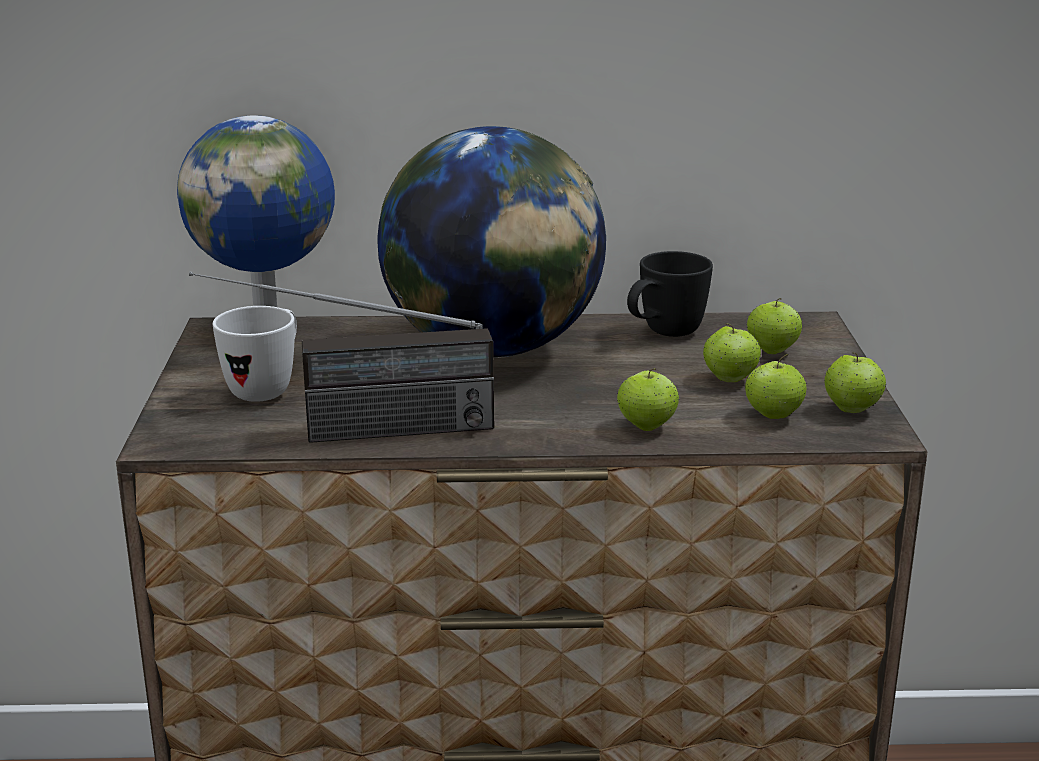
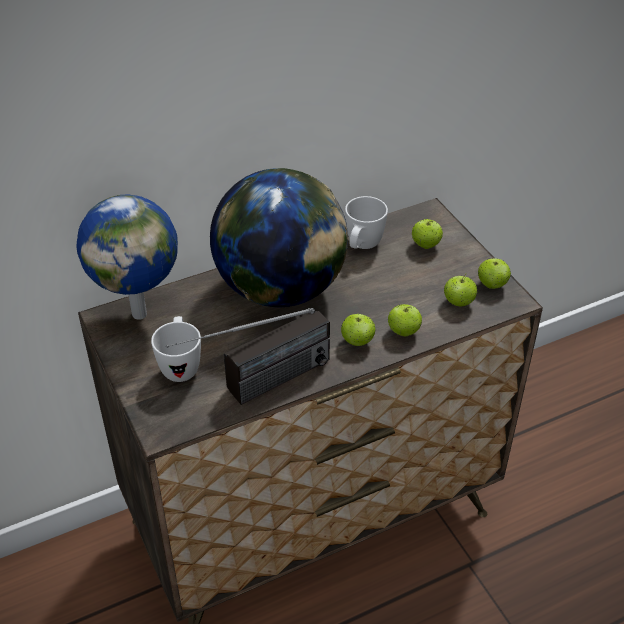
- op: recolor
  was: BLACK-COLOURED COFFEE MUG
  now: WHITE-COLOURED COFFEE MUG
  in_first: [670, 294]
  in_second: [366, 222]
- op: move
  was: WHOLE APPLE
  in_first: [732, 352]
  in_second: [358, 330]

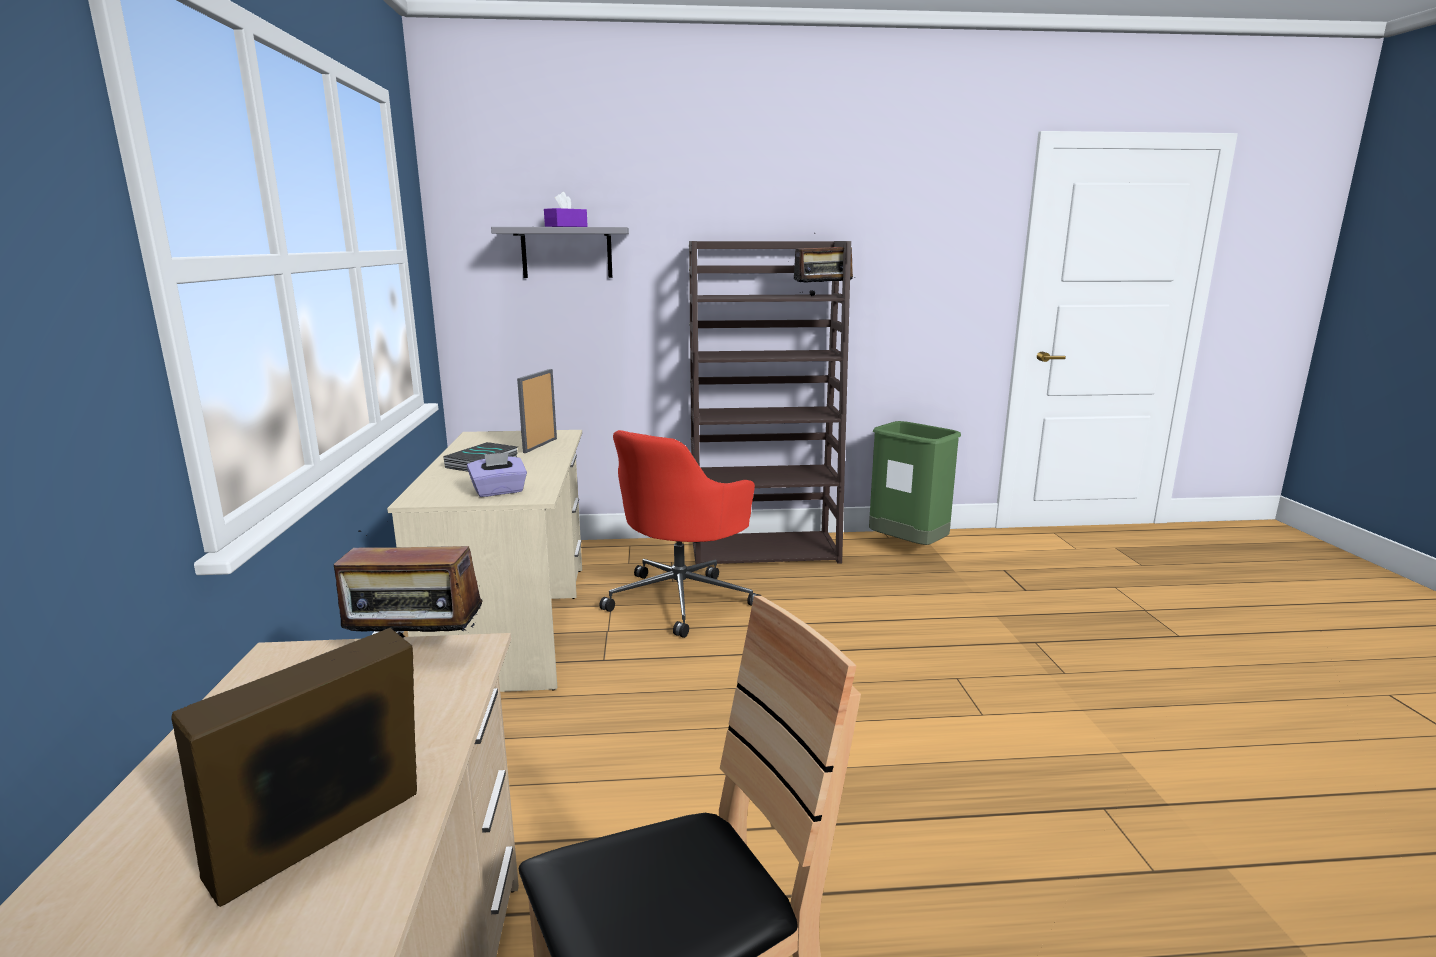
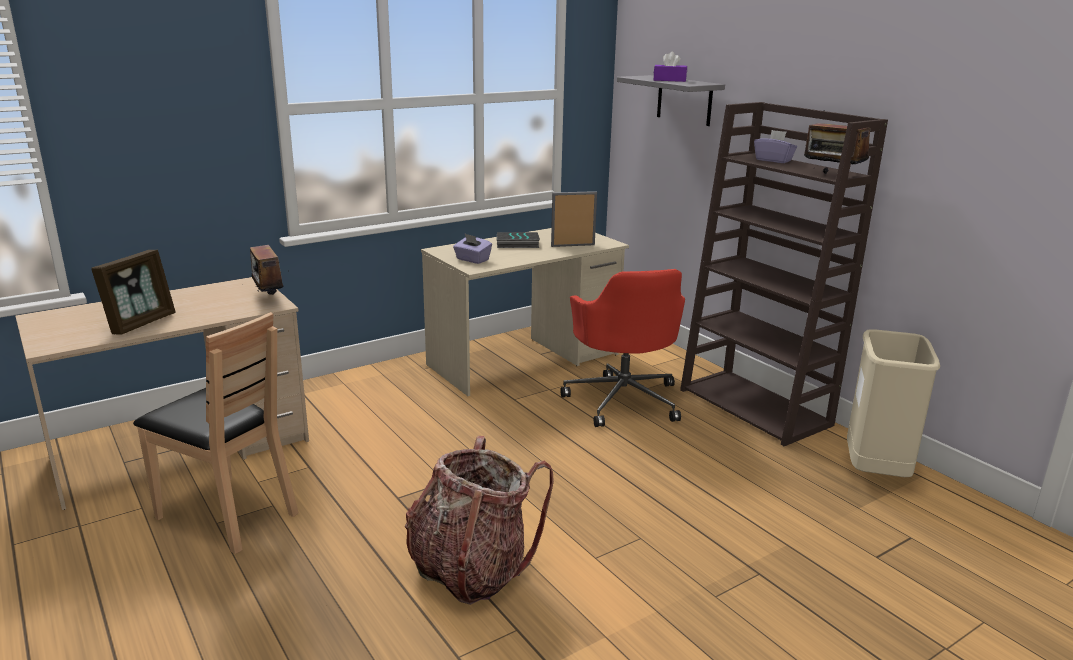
- op: rotate
  was: PHOTO FRAME
  in_first: [294, 767]
  in_second: [133, 292]
  clockwise: 105
- op: rotate
  was: RED COMPUTER CHAIR
  in_first: [680, 534]
  in_second: [622, 348]
  clockwise: -105
- op: recolor
  was: GREEN-COLOURED WASTE BIN
  now: BEIGE WASTE BIN
  in_first: [915, 483]
  in_second: [893, 403]
- op: insert
  now: BACKPACK
  in_second: [479, 520]
- op: insert
  now: PURPLE TISSUE HOLDER
  in_second: [775, 146]

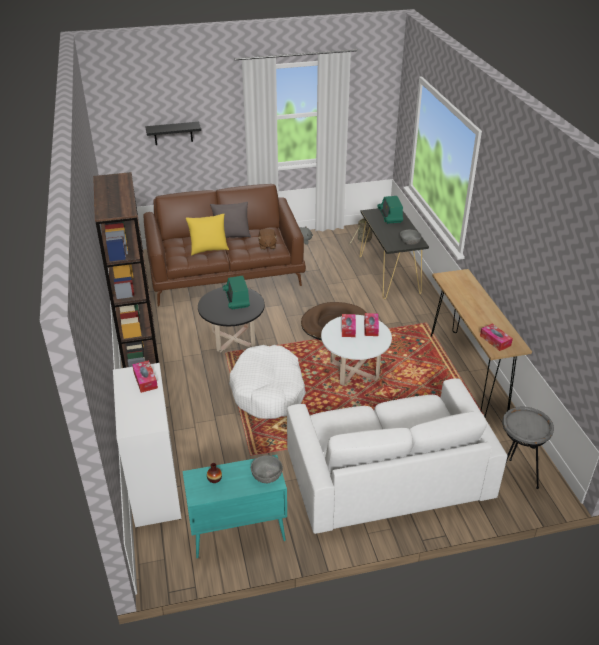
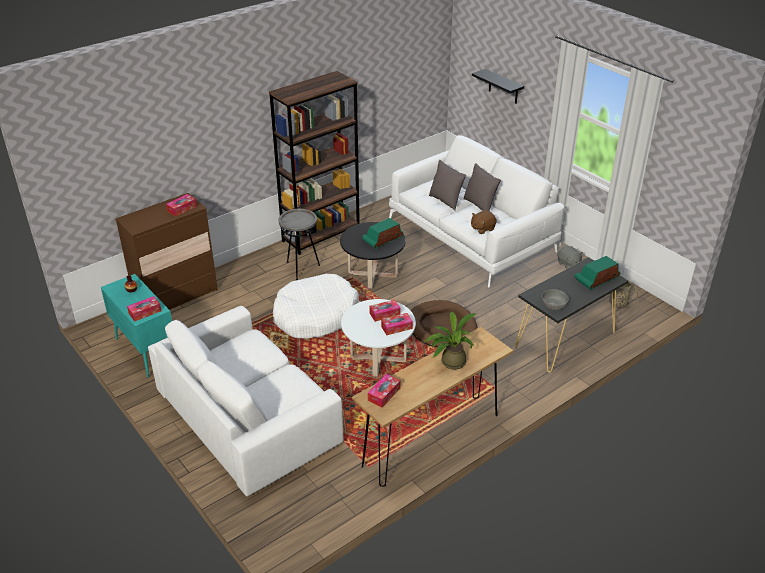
- op: recolor
  was: WHITE-COLOURED CHEST OF DRAWERS
  now: BROWNISH CHEST OF DRAWERS
  in_first: [147, 445]
  in_second: [166, 251]
- op: recolor
  was: BROWNISH SOFA
  now: WHITE-COLOURED SOFA
  in_first: [225, 245]
  in_second: [476, 211]
- op: recolor
  was: YELLOW-COLOURED PILLOW
  now: GRAY PILLOW
  in_first: [207, 234]
  in_second: [447, 185]
- op: replace
  was: GRAY DEEP DISH
  now: TISSUE HOLDER
  in_first: [267, 469]
  in_second: [144, 308]
- op: move
  was: GRAY ACCENT TABLE
  in_first: [528, 448]
  in_second: [299, 244]
- op: insert
  now: HOUSEPLANT
  in_second: [451, 341]

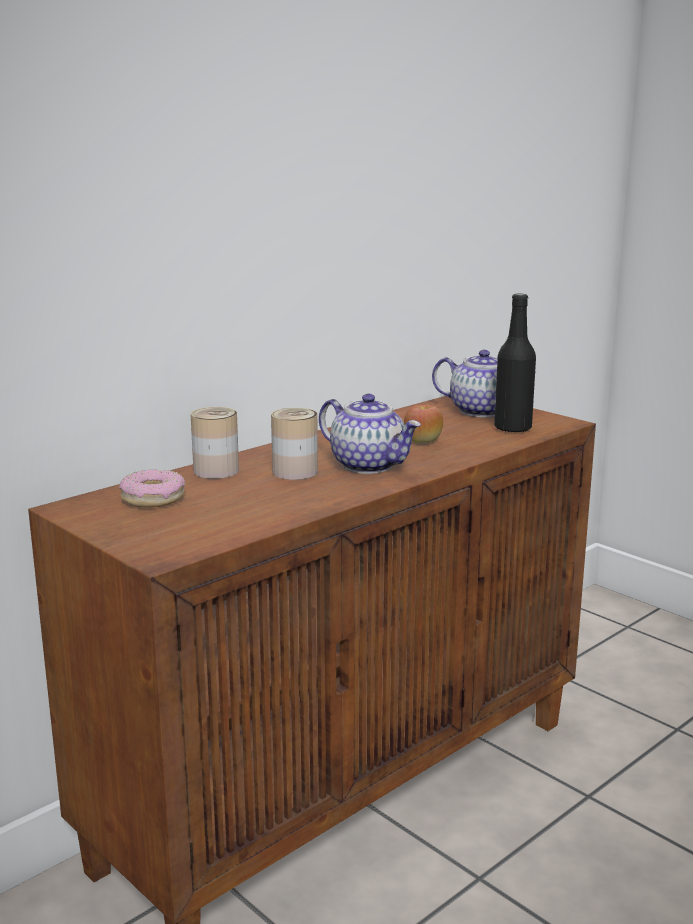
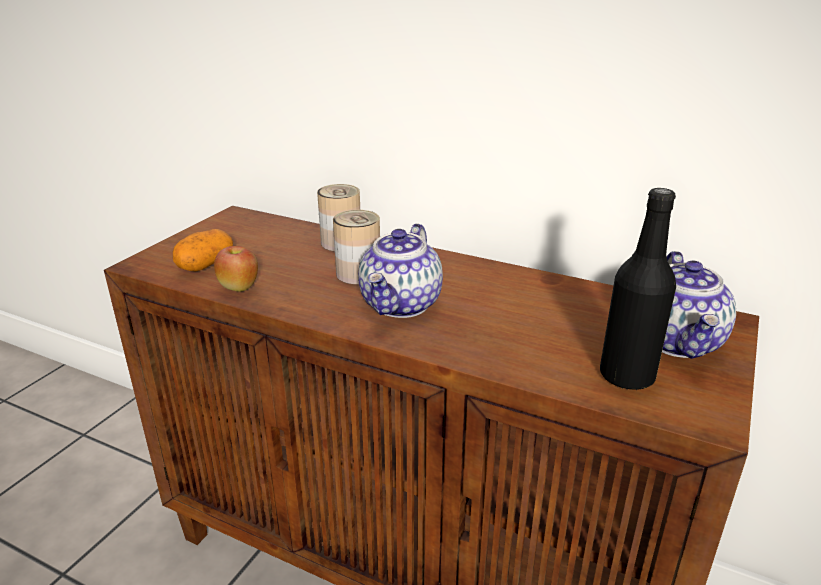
- op: delete
  was: DOUGHNUT
  in_first: [152, 488]
- op: move
  was: WHOLE APPLE
  in_first: [423, 424]
  in_second: [236, 269]
- op: insert
  now: POTATO
  in_second: [203, 250]

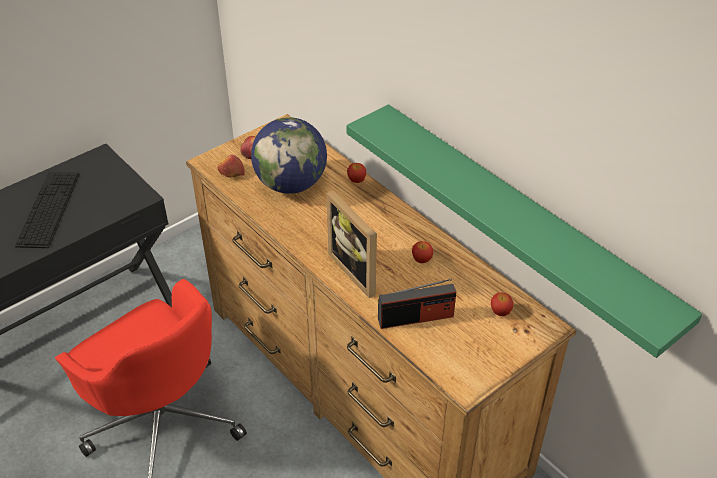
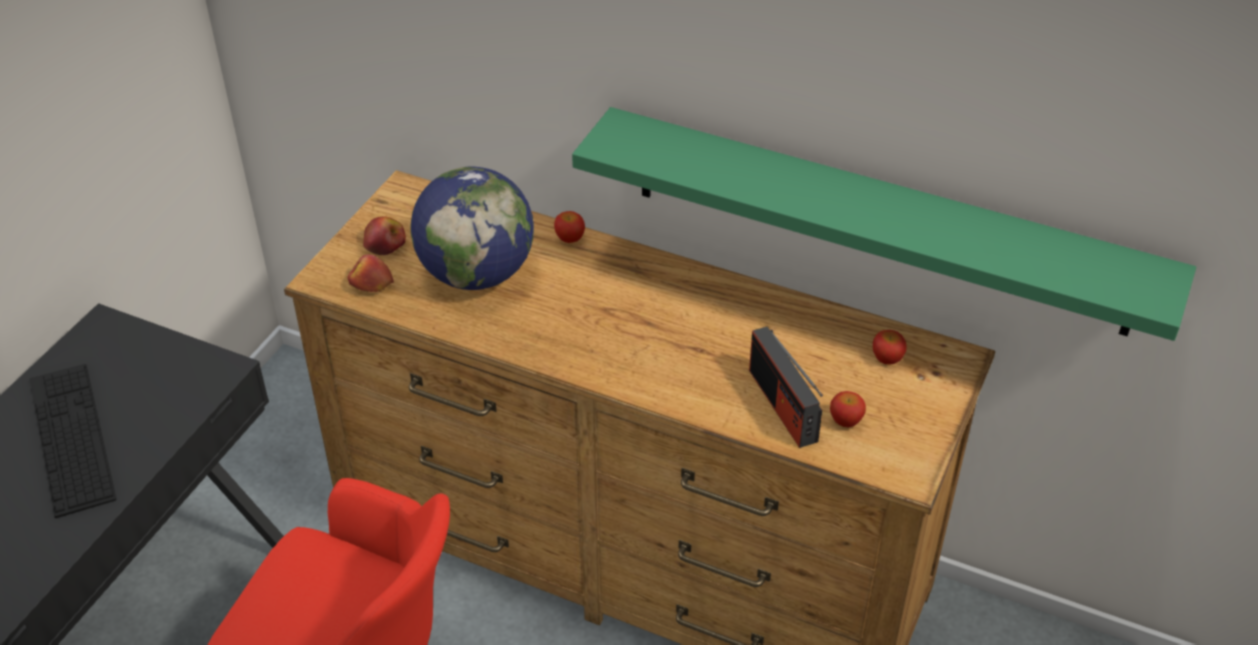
- op: delete
  was: PHOTO FRAME
  in_first: [351, 244]
- op: rotate
  was: RADIO RECEIVER
  in_first: [417, 303]
  in_second: [786, 387]
  clockwise: 105
- op: move
  was: WHOLE APPLE
  in_first: [422, 252]
  in_second: [848, 409]

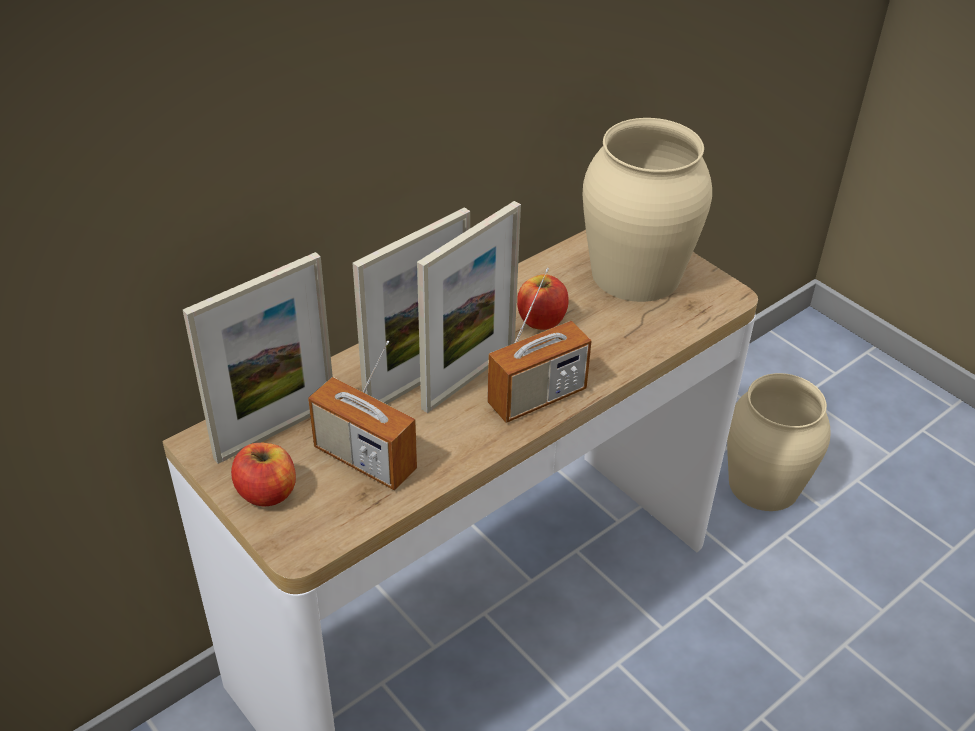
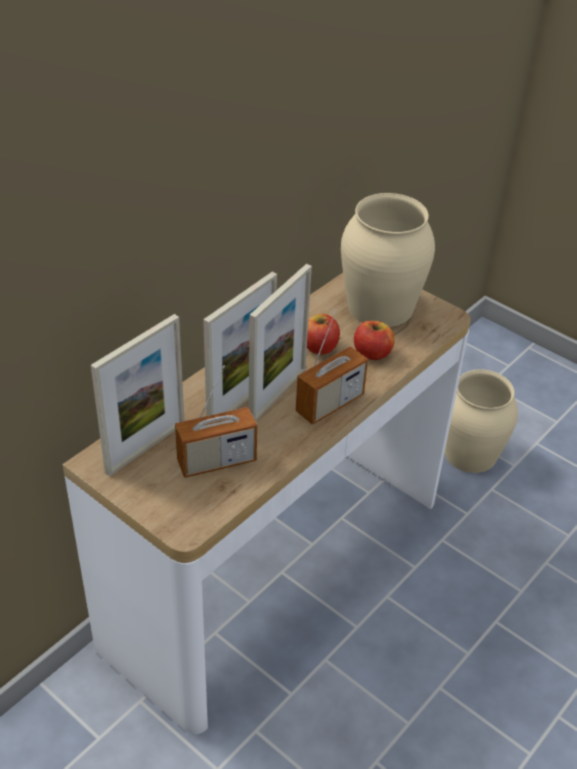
- op: move
  was: WHOLE APPLE
  in_first: [263, 475]
  in_second: [374, 340]
- op: rotate
  was: RADIO RECEIVER
  in_first: [362, 415]
  in_second: [216, 421]
  clockwise: -45

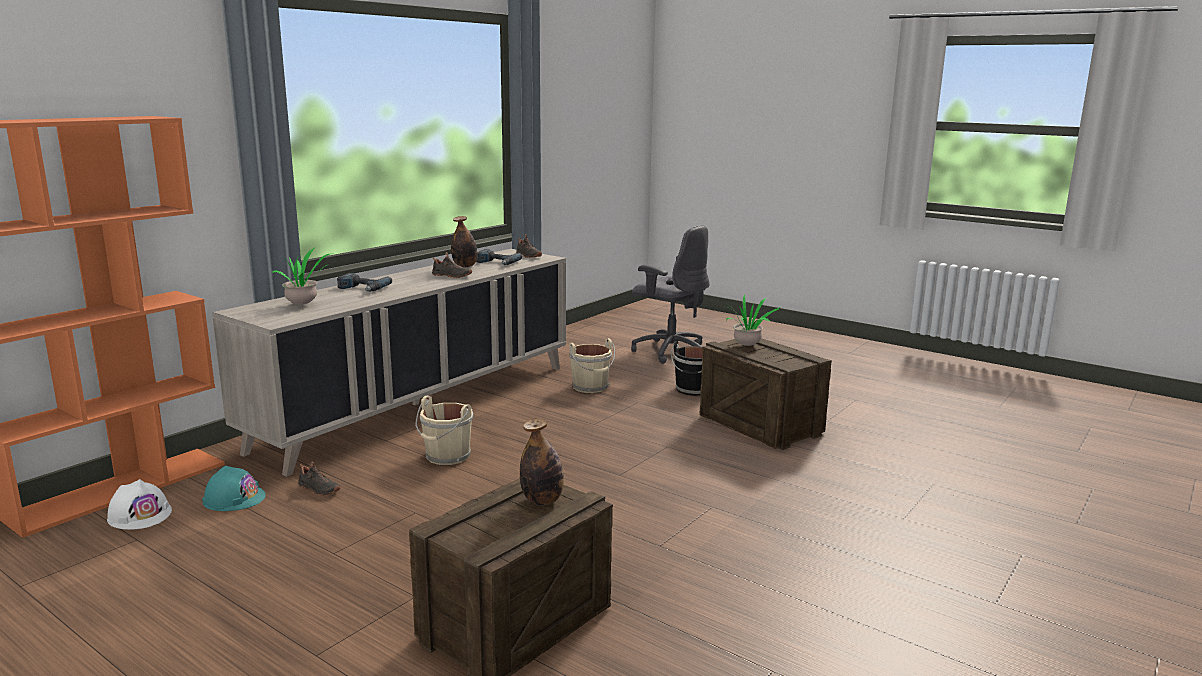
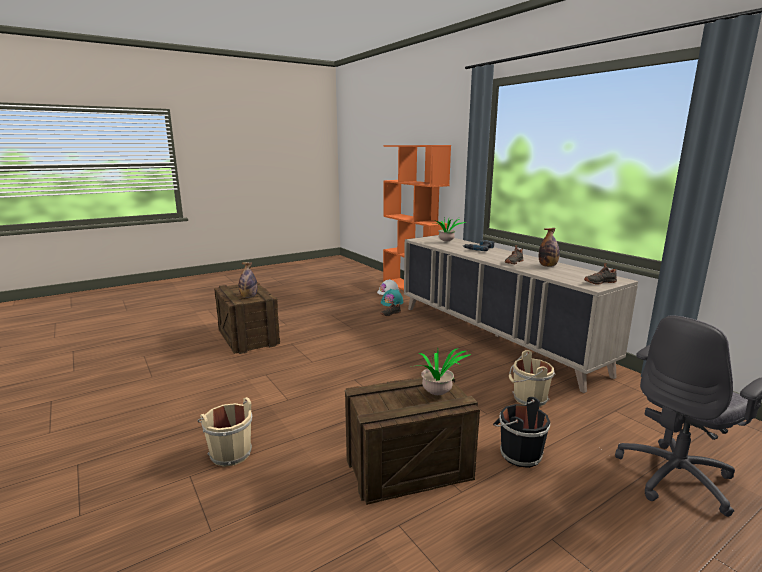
- op: move
  was: BEIGE BUCKET
  in_first: [444, 430]
  in_second: [225, 432]
- op: delete
  was: ELECTRIC DRILL
  in_first: [499, 257]

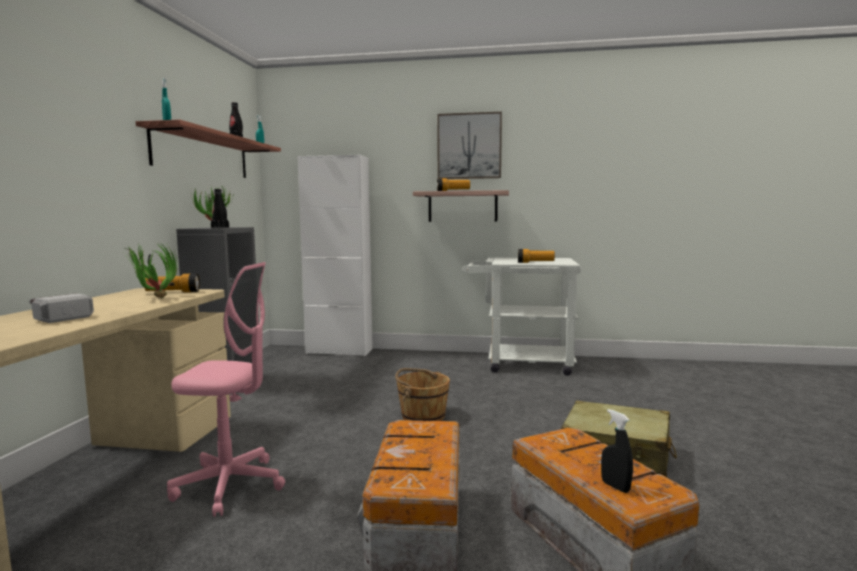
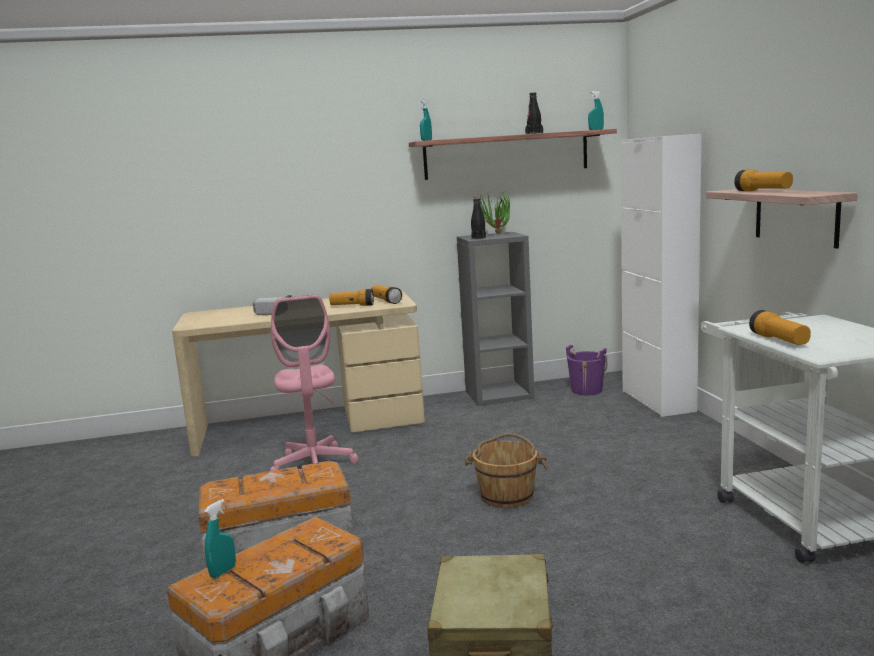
- op: replace
  was: HOUSEPLANT
  now: TORCH
  in_first: [150, 269]
  in_second: [351, 297]
- op: delete
  was: WALL ART
  in_first: [469, 145]
- op: recolor
  was: BLACK-COLOURED HAND SPRAYER
  now: TURQUOISE HAND SPRAYER
  in_first: [617, 451]
  in_second: [220, 538]
- op: insert
  now: PURPLE BUCKET
  in_second: [586, 370]

